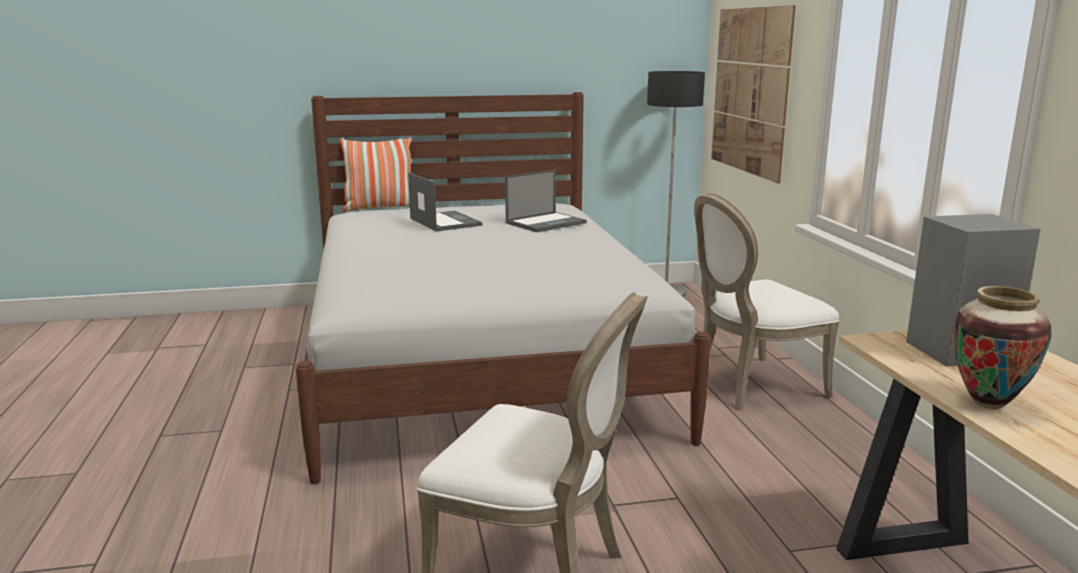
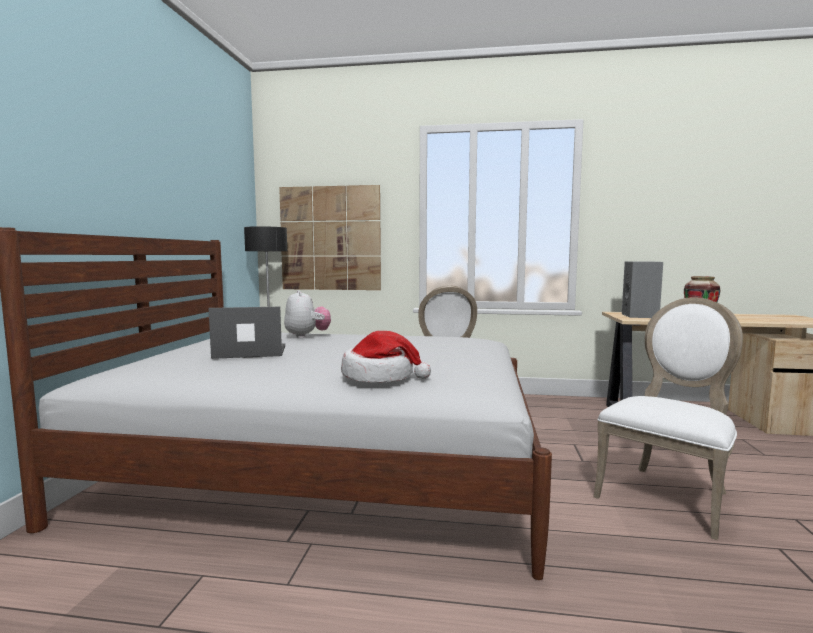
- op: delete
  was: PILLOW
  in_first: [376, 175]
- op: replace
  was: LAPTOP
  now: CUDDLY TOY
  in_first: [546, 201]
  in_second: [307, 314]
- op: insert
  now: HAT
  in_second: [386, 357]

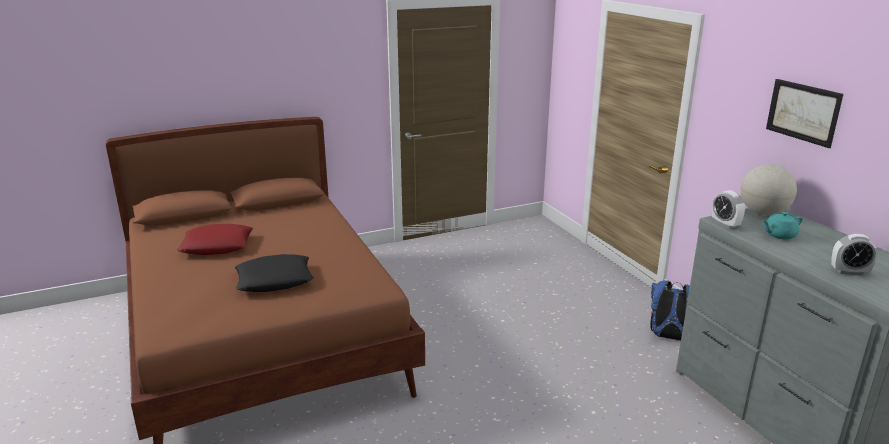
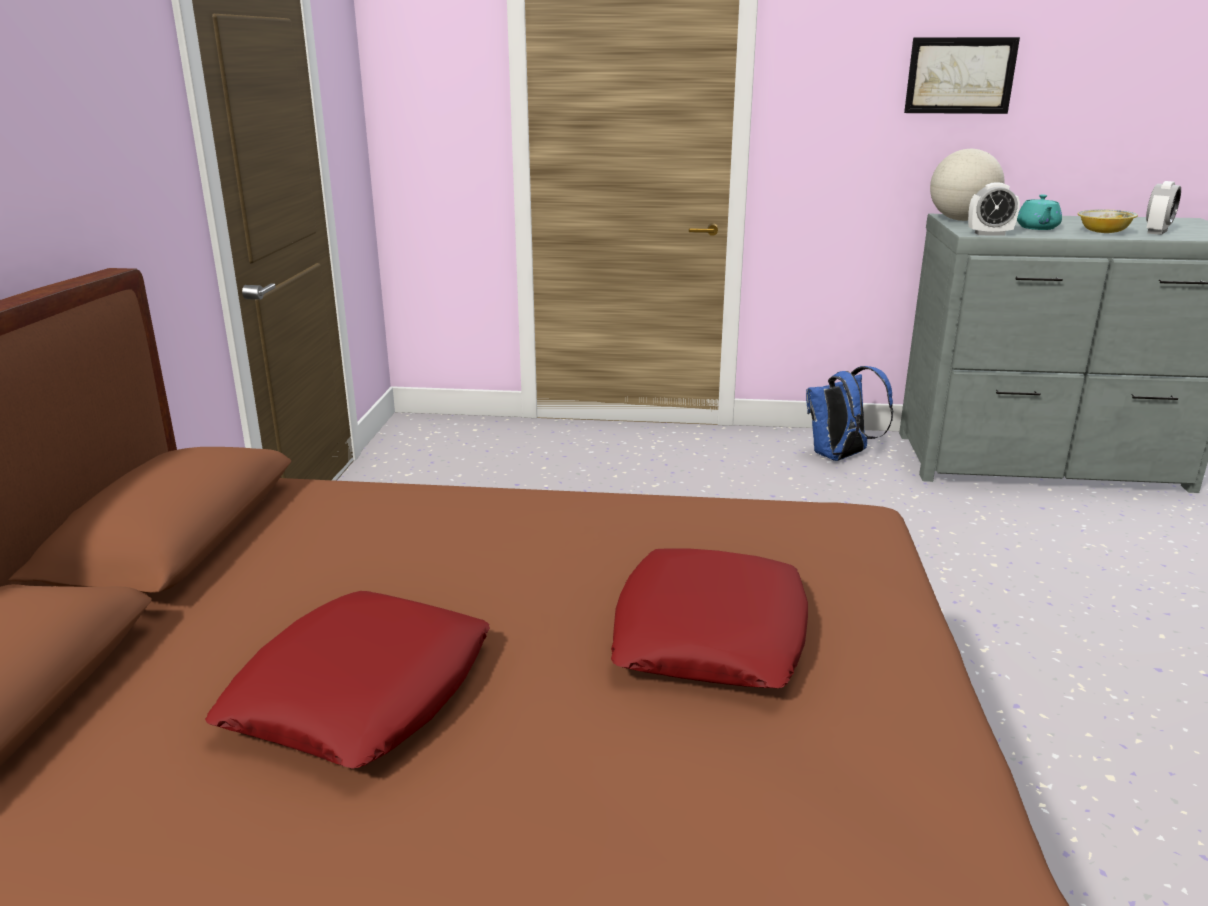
- op: recolor
  was: BLACK-COLOURED PILLOW
  now: RED PILLOW
  in_first: [274, 273]
  in_second: [709, 618]
- op: insert
  now: DEEP DISH
  in_second: [1108, 221]

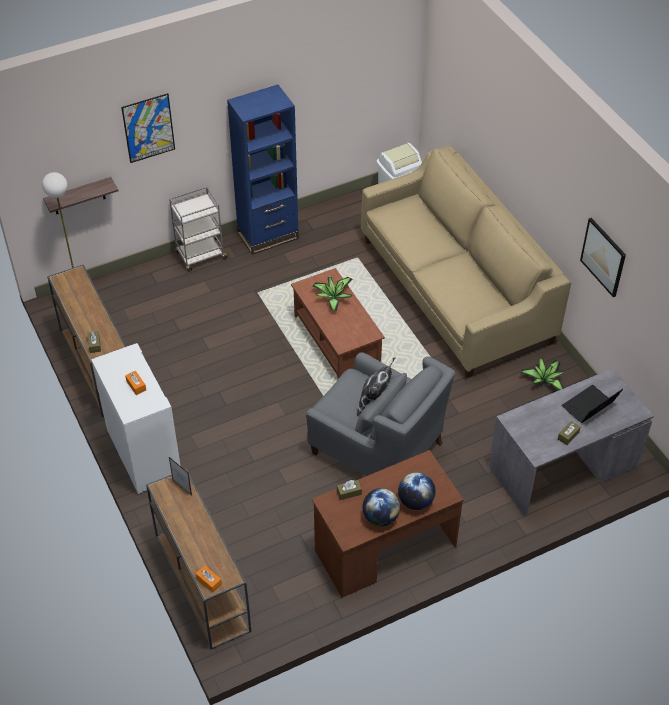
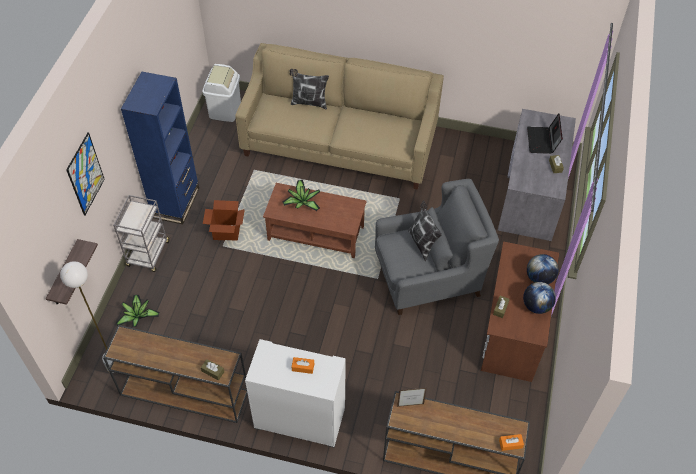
- op: move
  was: HOUSEPLANT
  in_first: [542, 374]
  in_second: [137, 311]
- op: delete
  was: WALL ART
  in_first: [603, 257]
- op: insert
  now: CARDBOARD BOX
  in_second: [224, 220]
- op: insert
  now: PILLOW
  in_second: [309, 89]

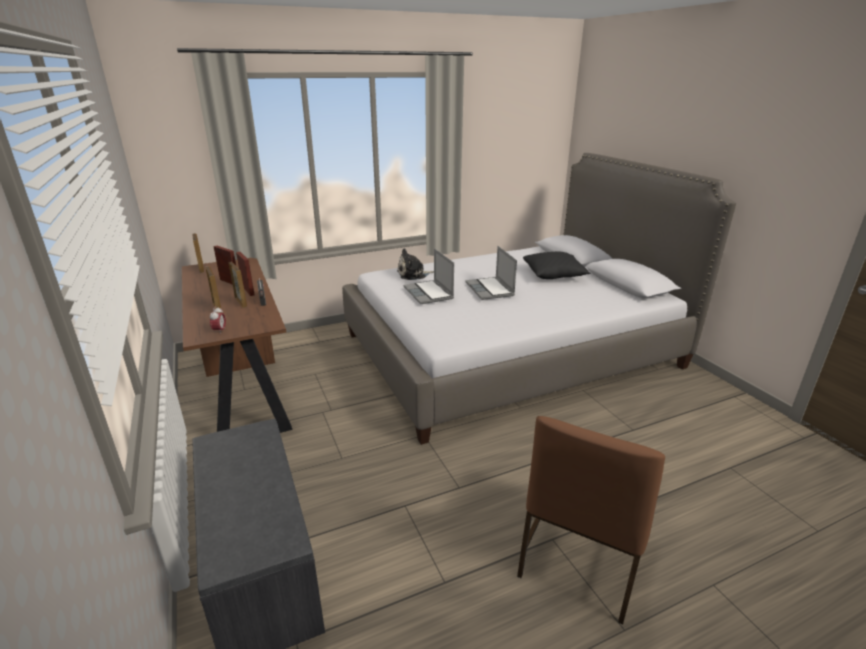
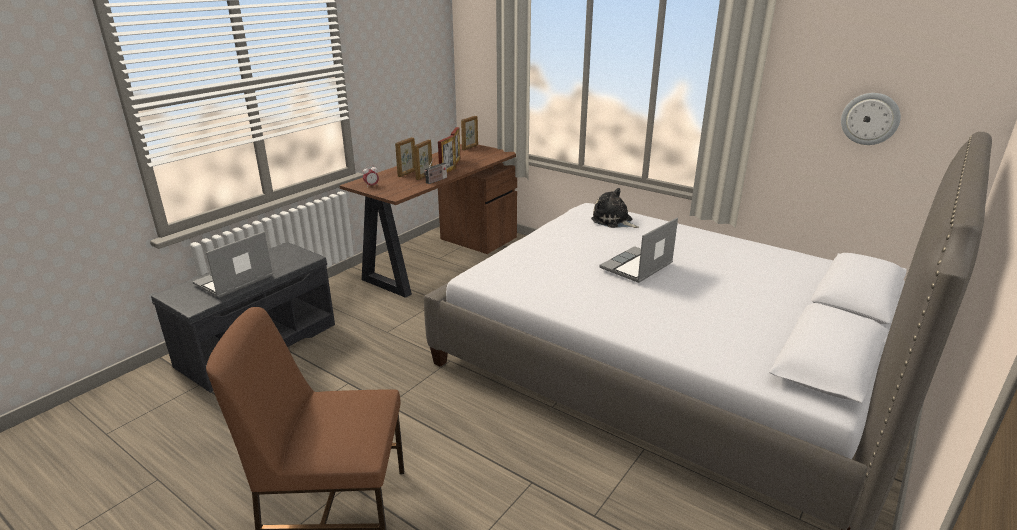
- op: move
  was: LAPTOP
  in_first: [428, 276]
  in_second: [232, 264]
- op: delete
  was: BLACK-COLOURED PILLOW
  in_first: [557, 265]
- op: insert
  now: WALL CLOCK
  in_second: [871, 119]

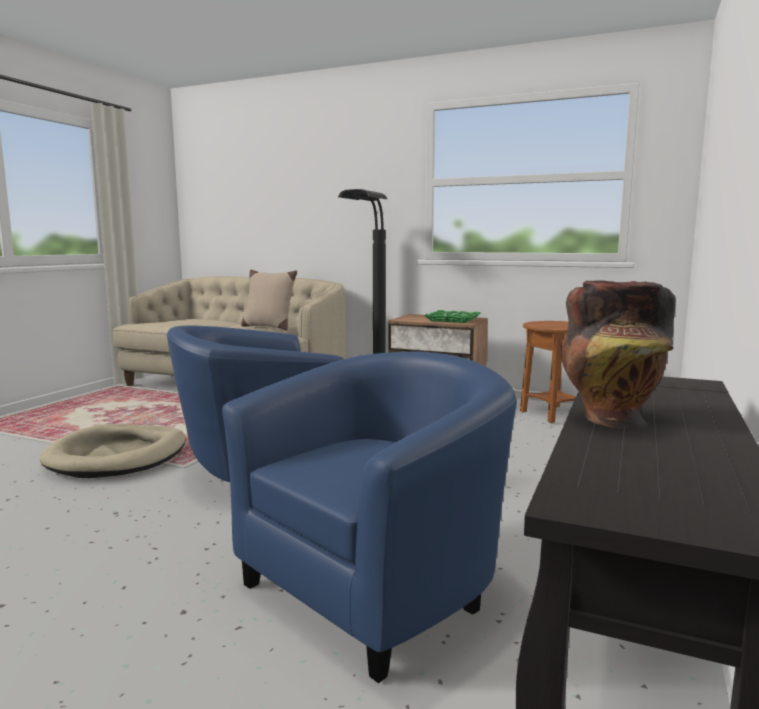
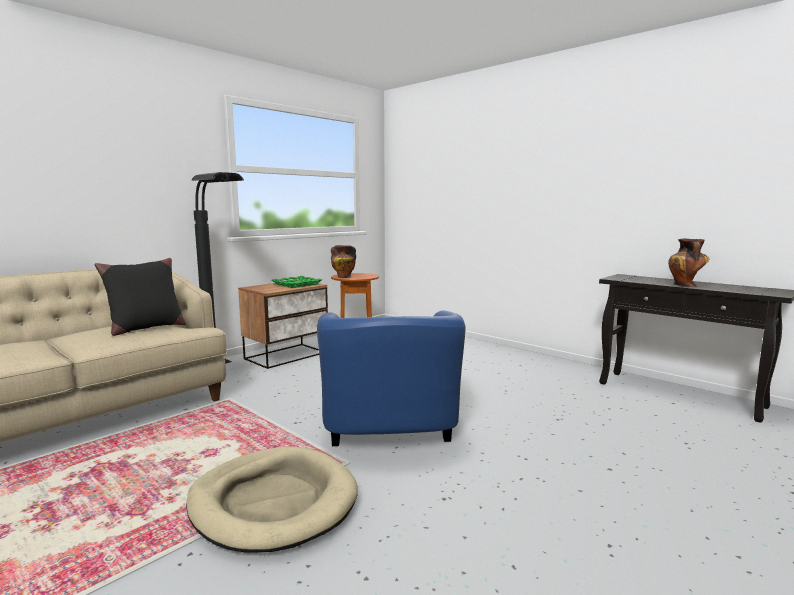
- op: delete
  was: BLUE ARMCHAIR
  in_first: [369, 517]
- op: recolor
  was: BEIGE PILLOW
  now: BLACK-COLOURED PILLOW
  in_first: [269, 300]
  in_second: [140, 297]
- op: insert
  now: FLOWER VASE
  in_second: [343, 261]

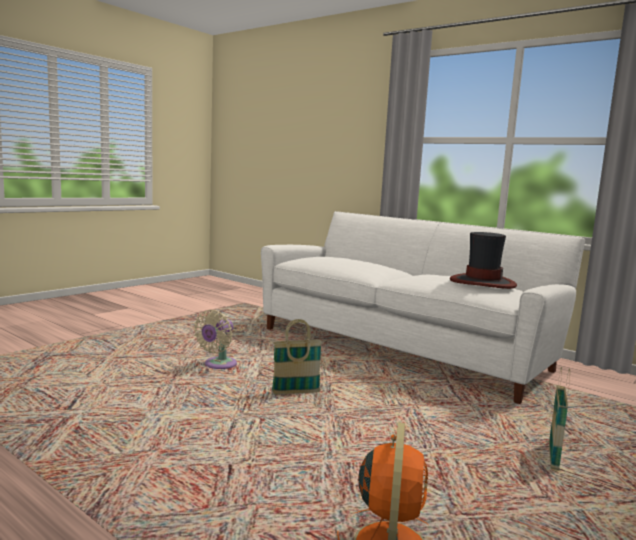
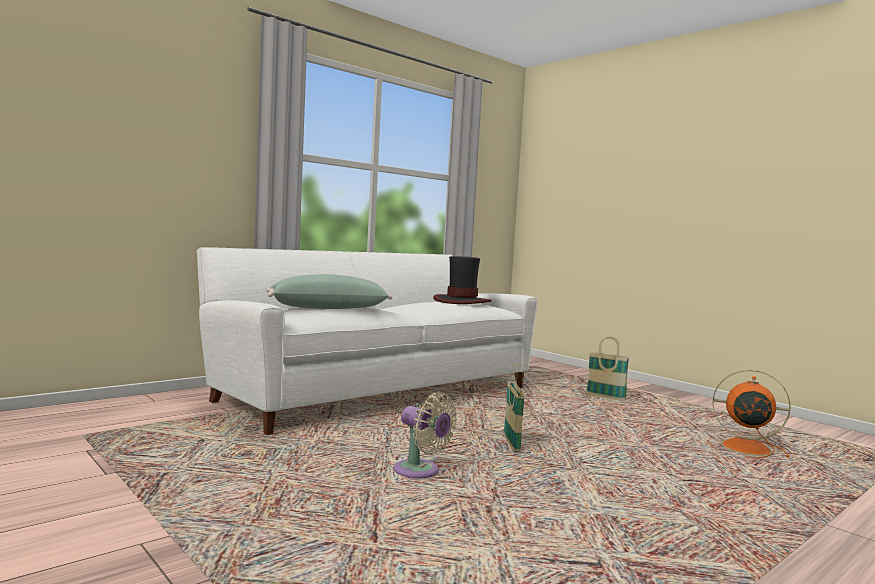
- op: insert
  now: GREEN-COLOURED PILLOW
  in_second: [329, 291]

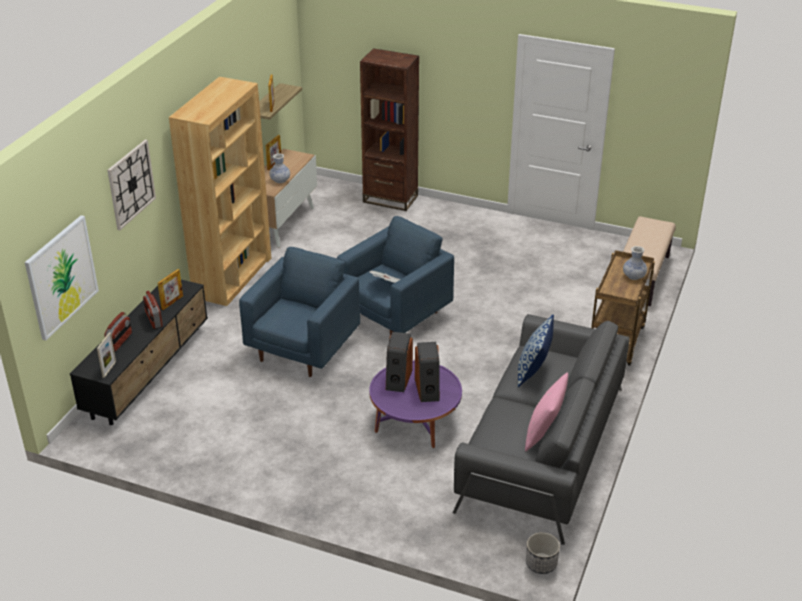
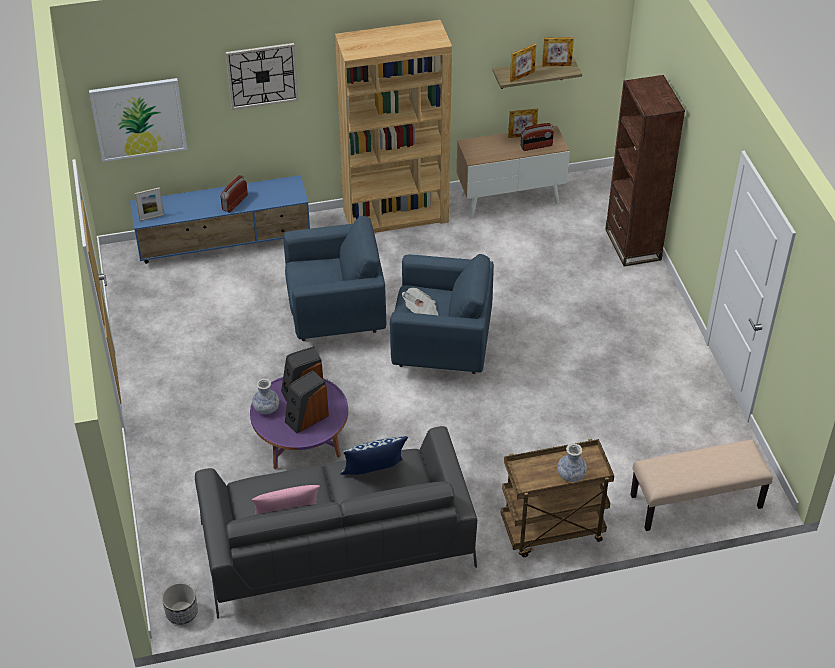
- op: recolor
  was: BLACK-COLOURED TV STAND
  now: BLUE TV STAND
  in_first: [139, 352]
  in_second: [220, 219]
- op: move
  was: RADIO RECEIVER
  in_first: [118, 331]
  in_second: [537, 137]
- op: move
  was: PHOTO FRAME
  in_first: [170, 289]
  in_second: [558, 51]
- op: move
  was: FLOWER VASE
  in_first: [279, 168]
  in_second: [265, 396]

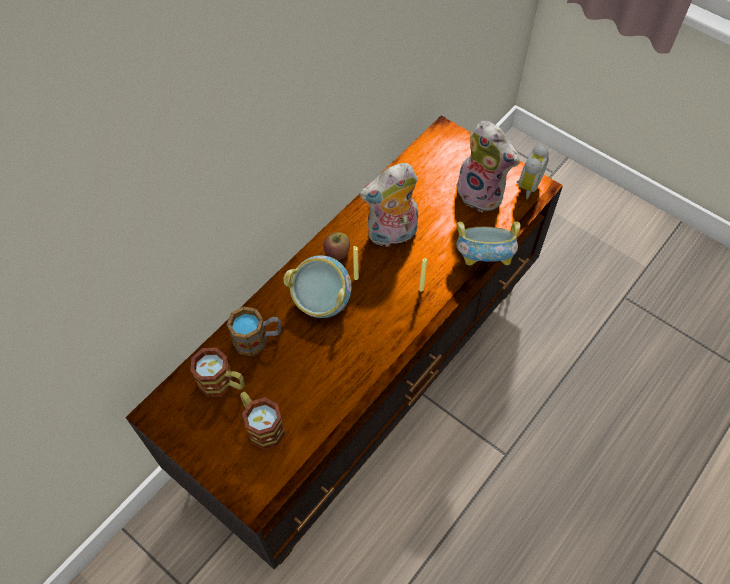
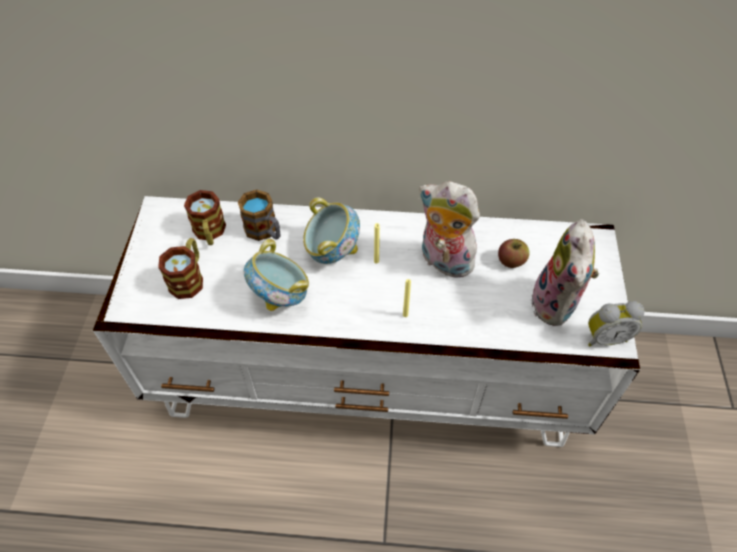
- op: recolor
  was: BROWNISH TV STAND
  now: WHITE-COLOURED TV STAND
  in_first: [344, 342]
  in_second: [366, 321]
- op: move
  was: WHOLE APPLE
  in_first: [336, 246]
  in_second: [514, 253]
- op: move
  was: DEEP DISH
  in_first: [488, 243]
  in_second: [276, 275]

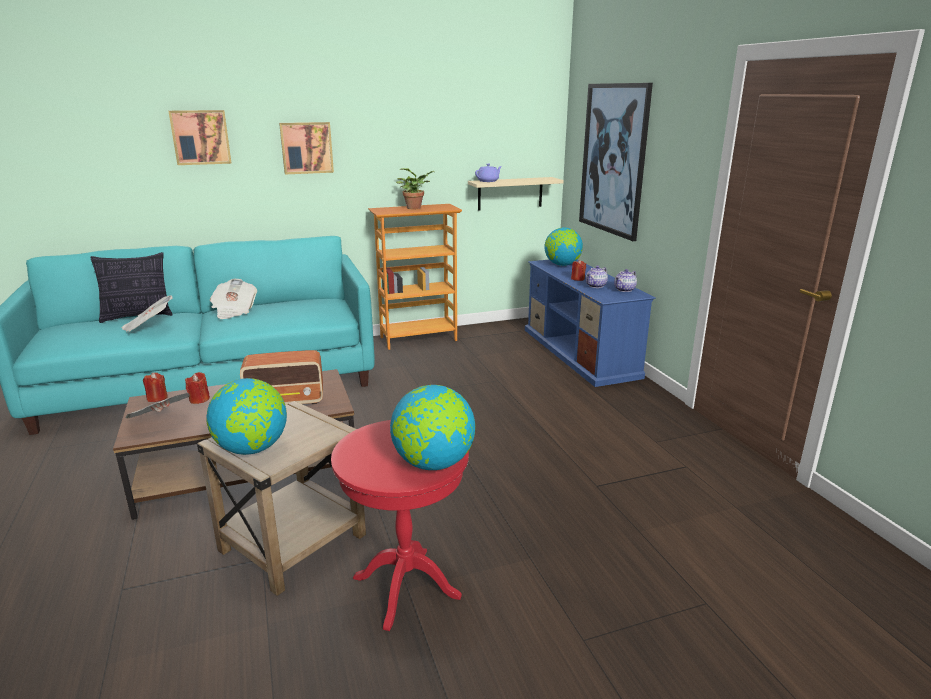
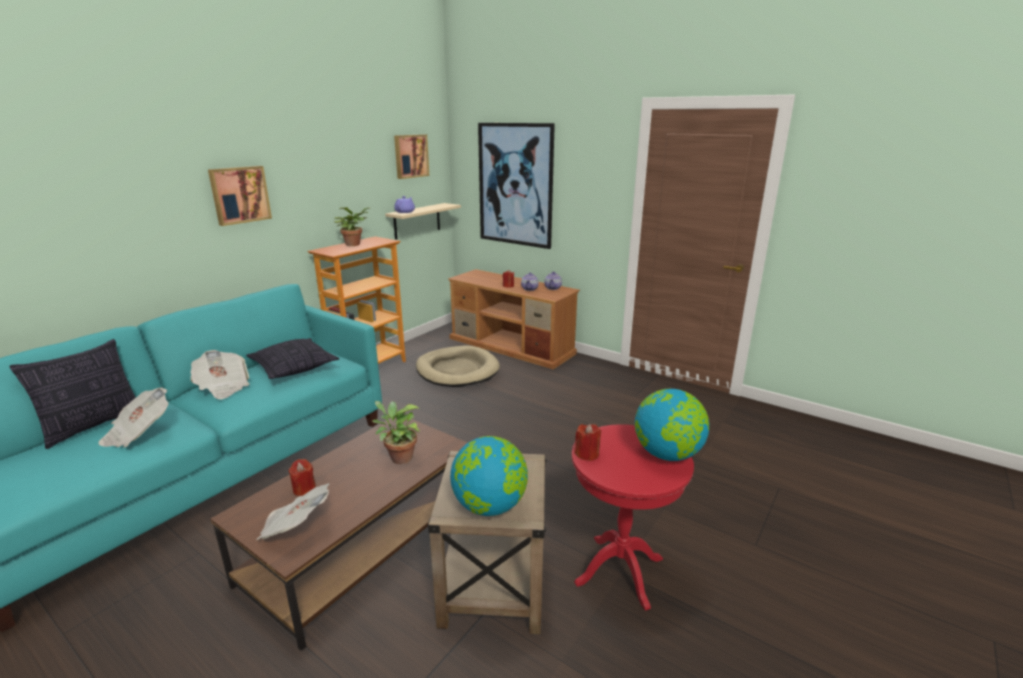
- op: move
  was: RED CANDLE
  in_first: [155, 387]
  in_second: [588, 442]
- op: move
  was: WALL ART
  in_first: [200, 137]
  in_second: [411, 156]
- op: replace
  was: RADIO RECEIVER
  now: HOUSEPLANT
  in_first: [281, 377]
  in_second: [396, 432]
- op: recolor
  was: BLUE TV STAND
  now: BROWNISH TV STAND
  in_first: [590, 323]
  in_second: [514, 319]
- op: delete
  was: GLOBE
  in_first: [564, 246]
- op: insert
  now: PILLOW
  in_second: [292, 358]
- op: insert
  now: BEIGE DOG BED
  in_second: [458, 366]

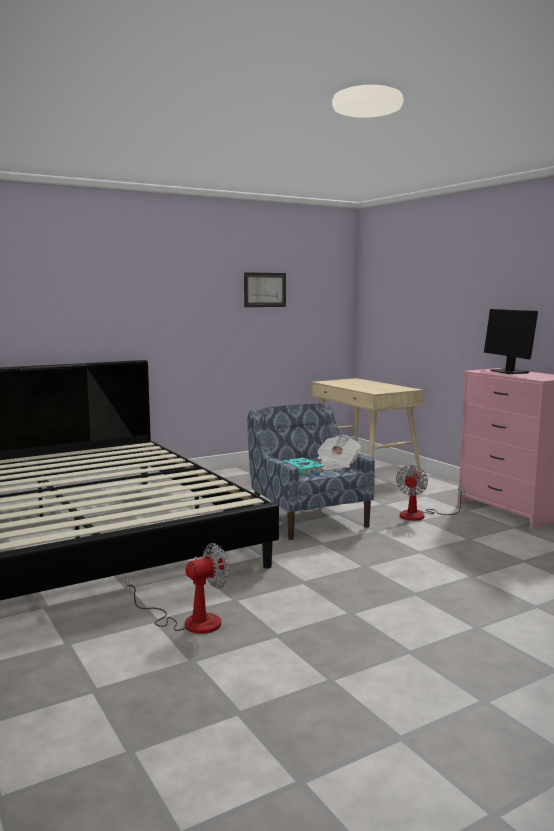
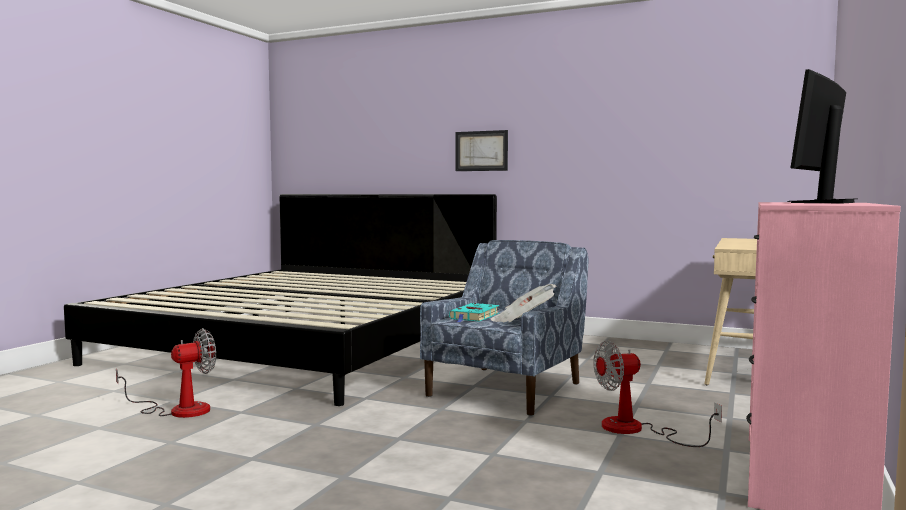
- op: rotate
  was: ELECTRIC FAN
  in_first: [177, 588]
  in_second: [166, 373]
  clockwise: -60
- op: move
  was: WALL ART
  in_first: [265, 289]
  in_second: [481, 150]

